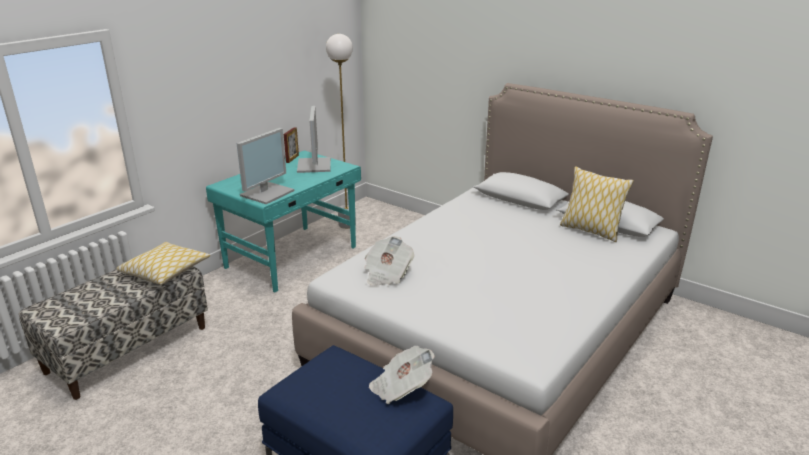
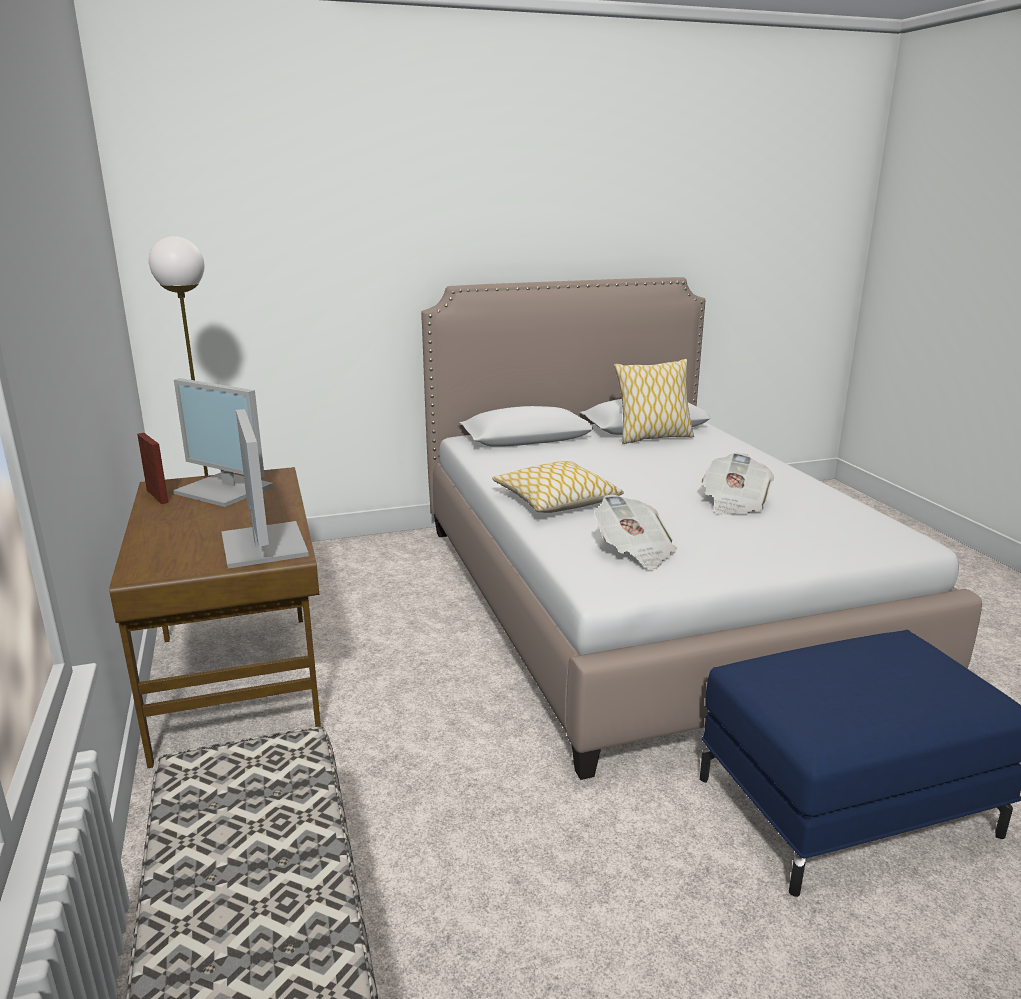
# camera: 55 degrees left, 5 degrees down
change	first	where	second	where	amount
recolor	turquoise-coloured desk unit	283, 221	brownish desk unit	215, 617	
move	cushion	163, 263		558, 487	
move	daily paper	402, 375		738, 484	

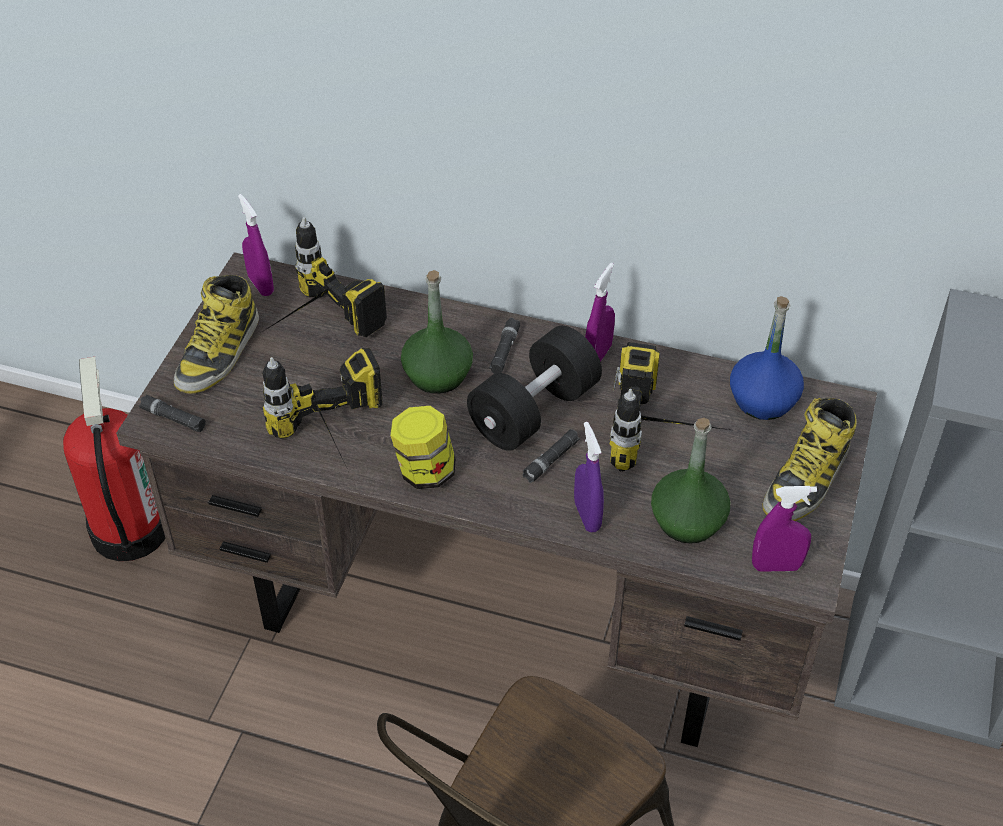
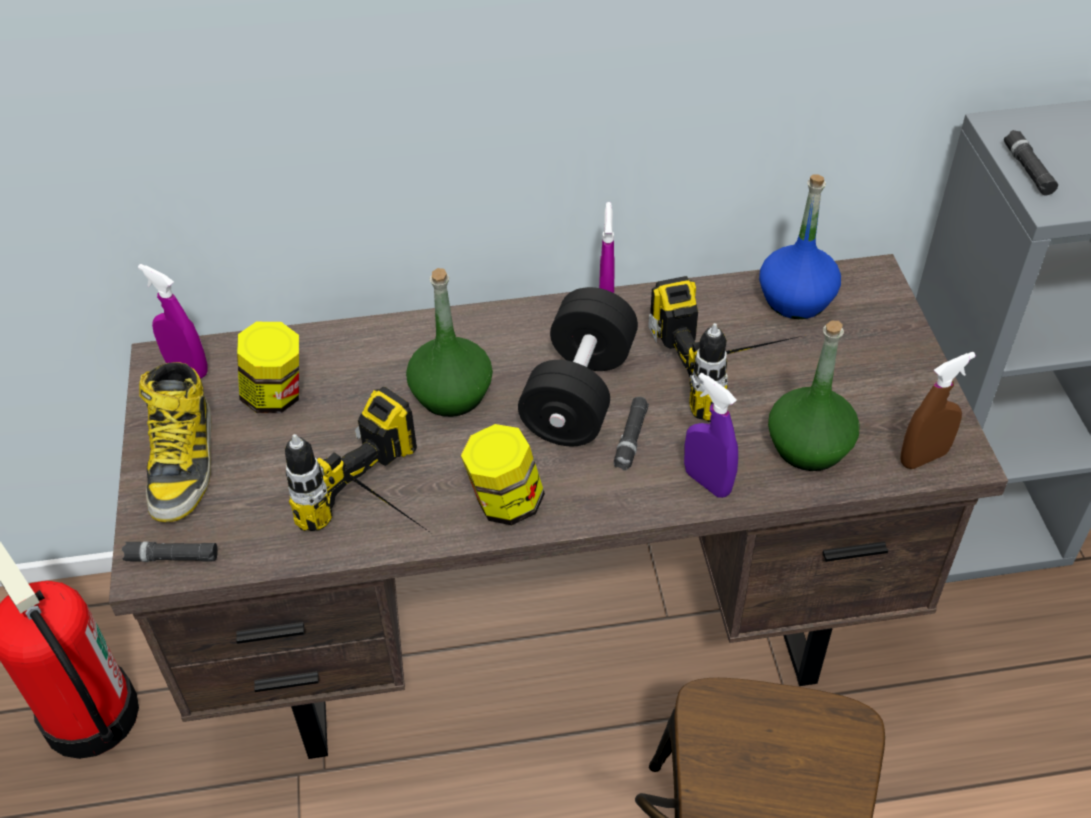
# camera: 25 degrees left, 0 degrees up
change	first	where	second	where	amount
replace	electric drill	323, 277	jar	268, 367	
move	black-coloured torch	504, 346		1031, 163	
delete	boot	809, 459			
recolor	purple-coloured sprayer	784, 529	brownish sprayer	938, 410	

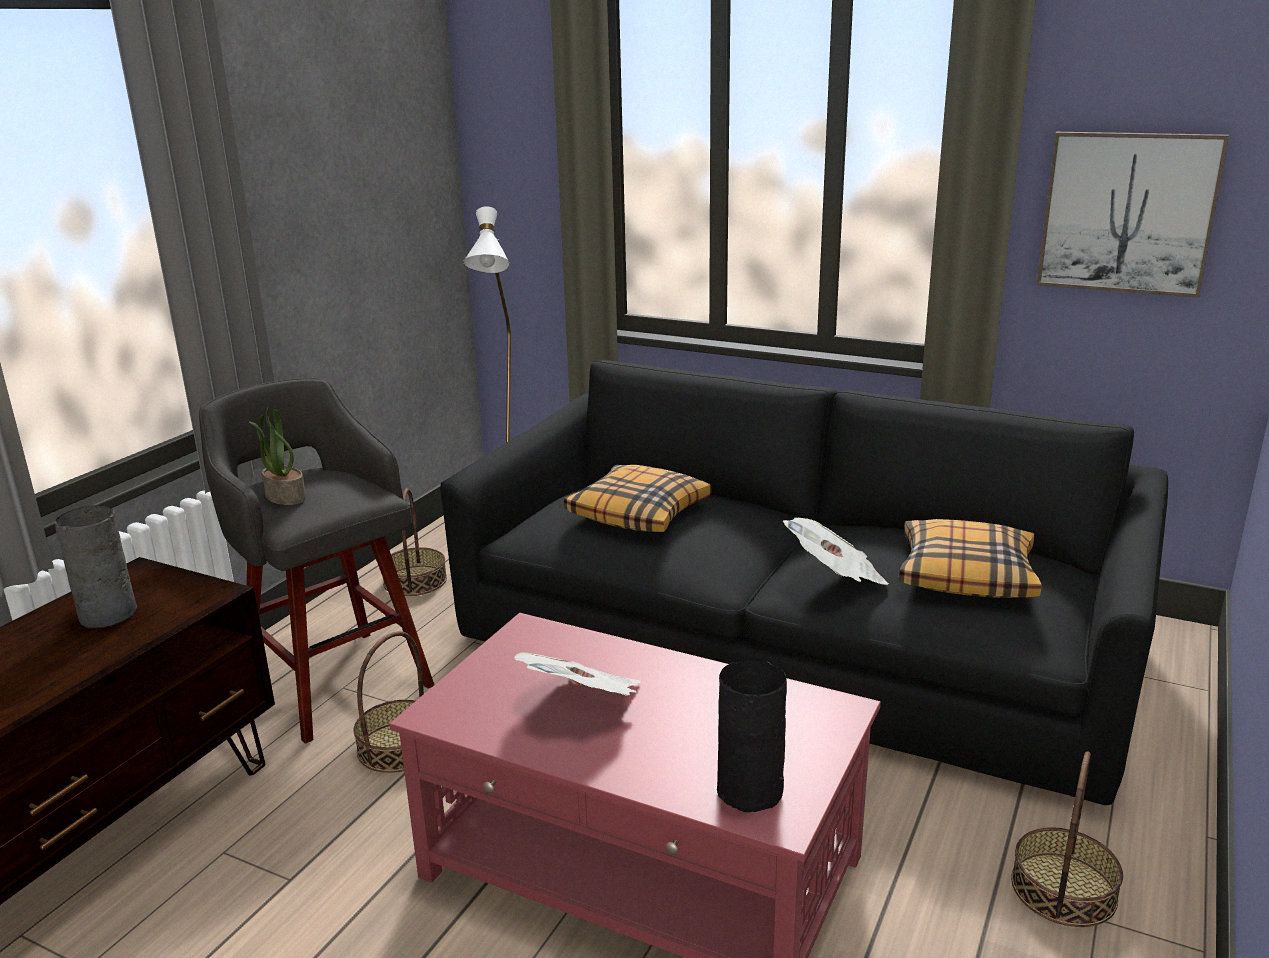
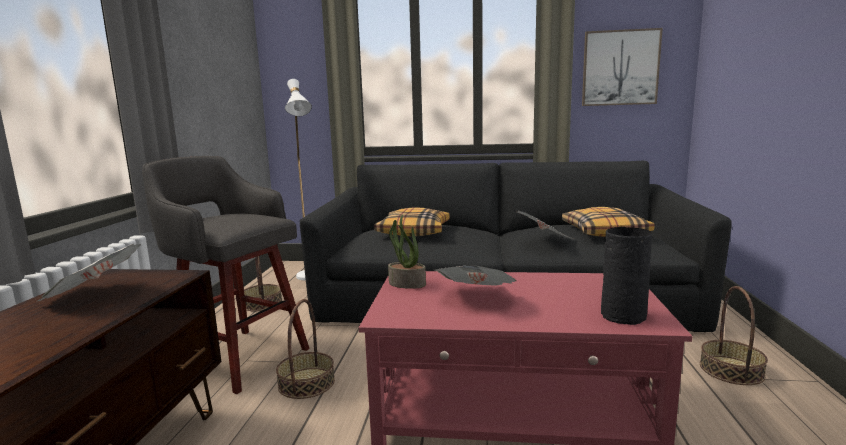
# camera: 20 degrees left, 10 degrees down
change	first	where	second	where	amount
move	houseplant	277, 455		407, 251	
replace	greyish flower vase	96, 566	daily paper	89, 272	

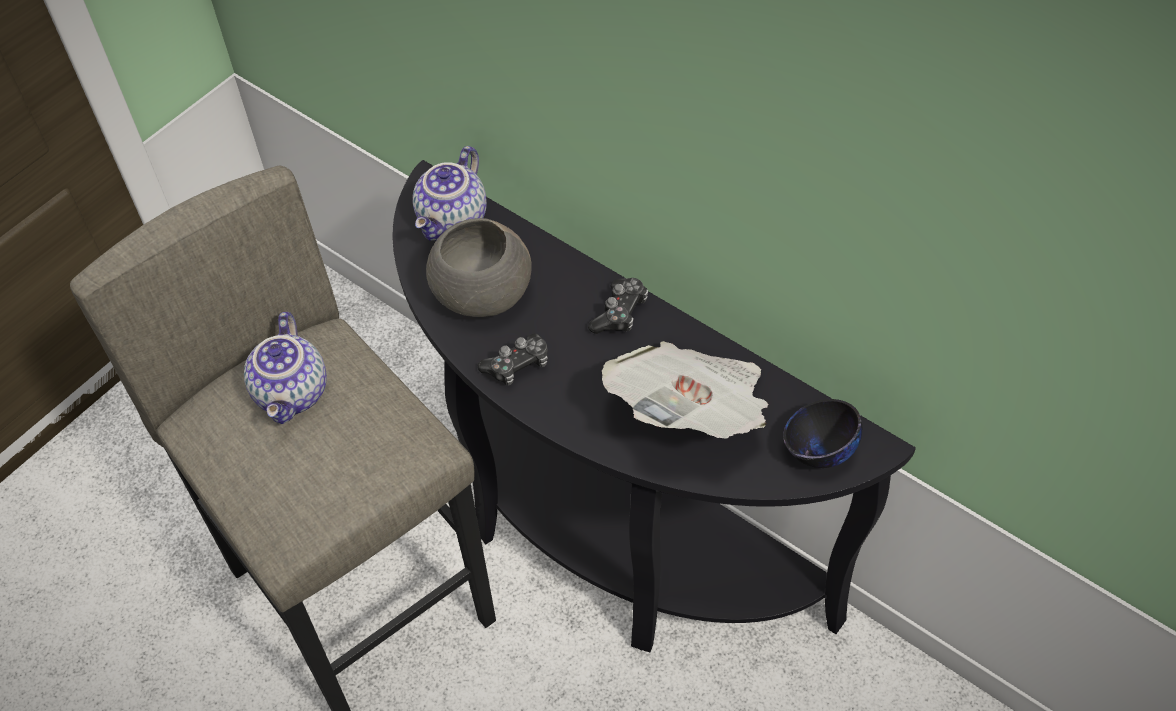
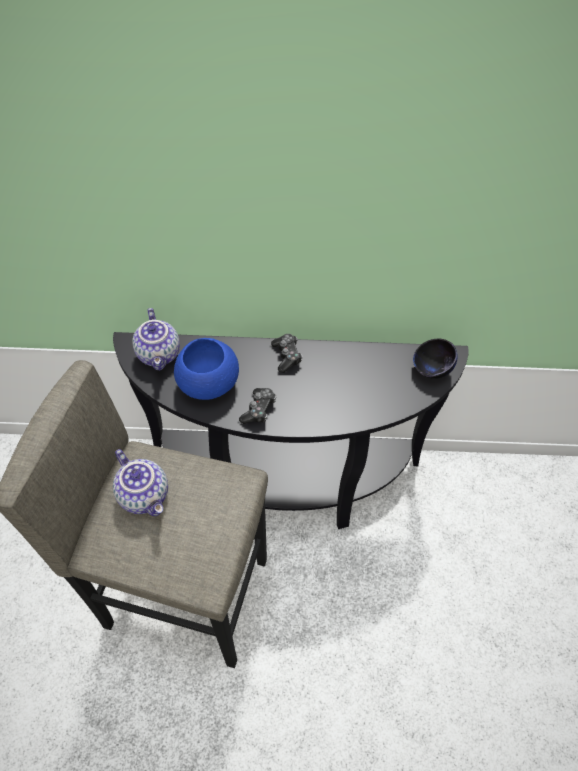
# camera: 40 degrees left, 0 degrees up
change	first	where	second	where	amount
recolor	greyish deep dish	479, 267	blue deep dish	206, 369	
delete	daily paper	685, 389			

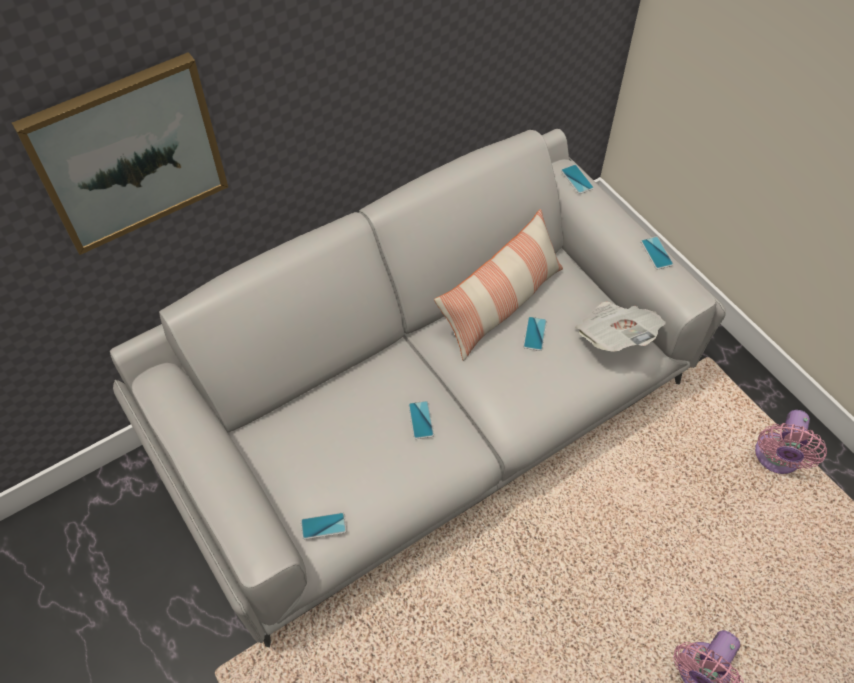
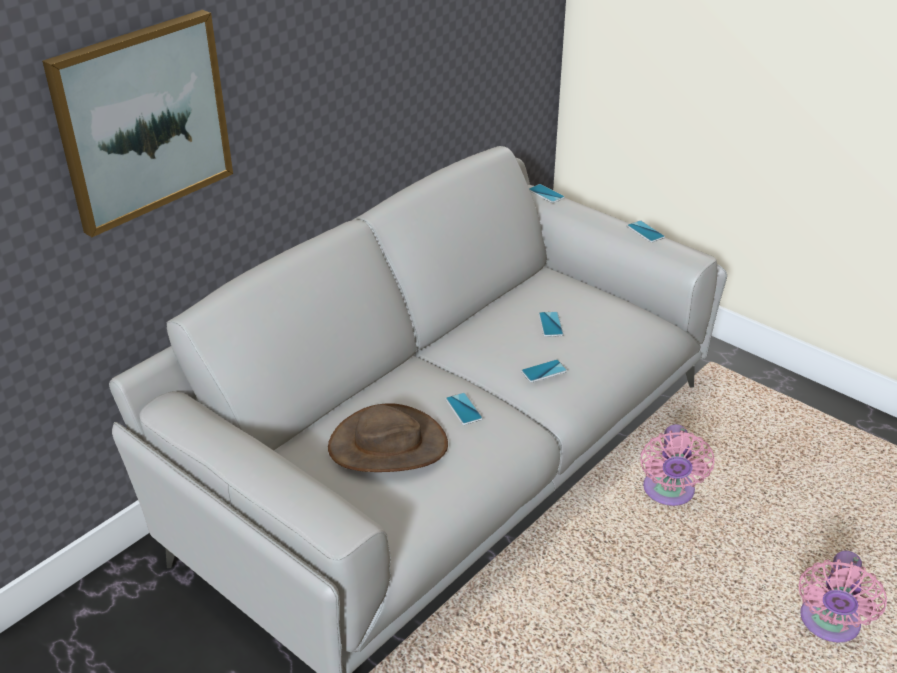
# camera: 15 degrees left, 20 degrees down
change	first	where	second	where	amount
delete	cushion	498, 285			
delete	daily paper	620, 326			
move	pink fan	791, 442		678, 465	
move	phone	324, 525		544, 371	
insert			brownish wearable hat	388, 437	

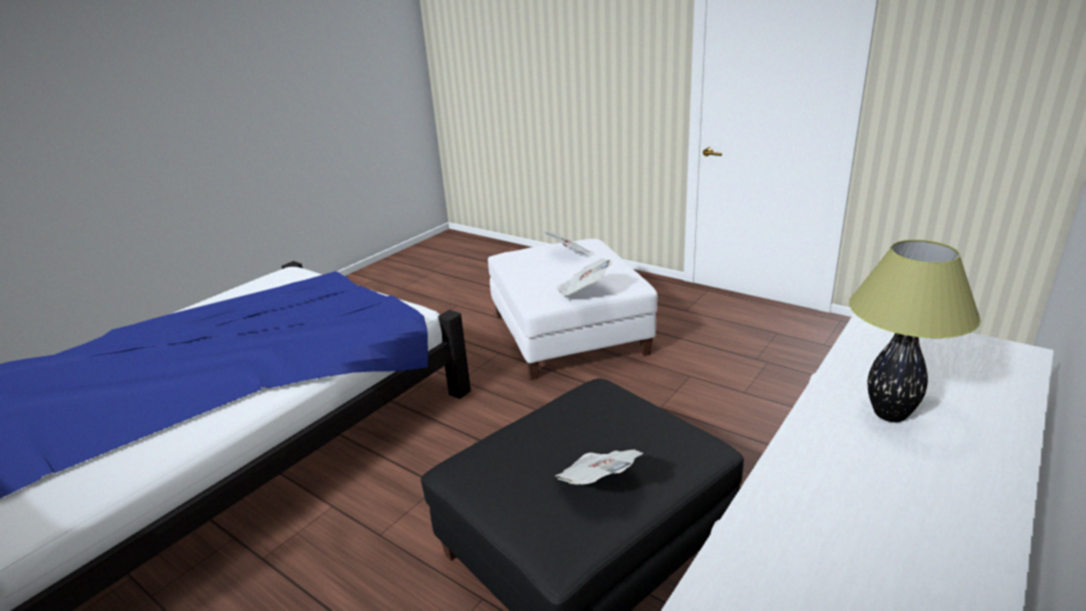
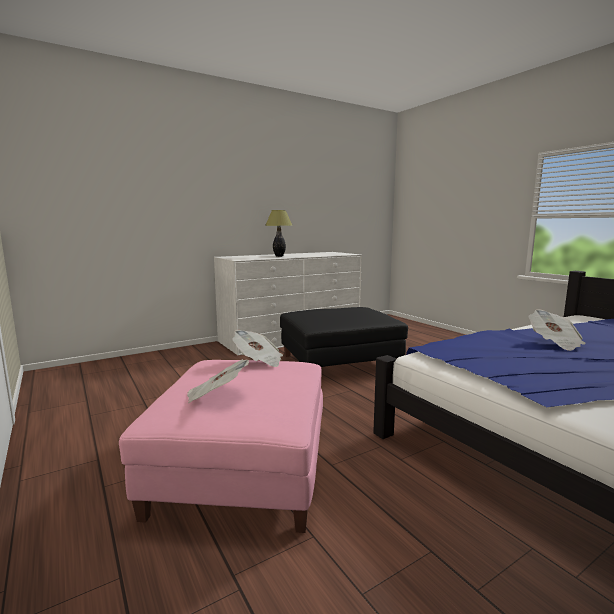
# camera: 160 degrees left, 15 degrees down
change	first	where	second	where	amount
recolor	whitish ottoman	573, 309	pink ottoman	221, 446	
move	daily paper	599, 467		557, 330	

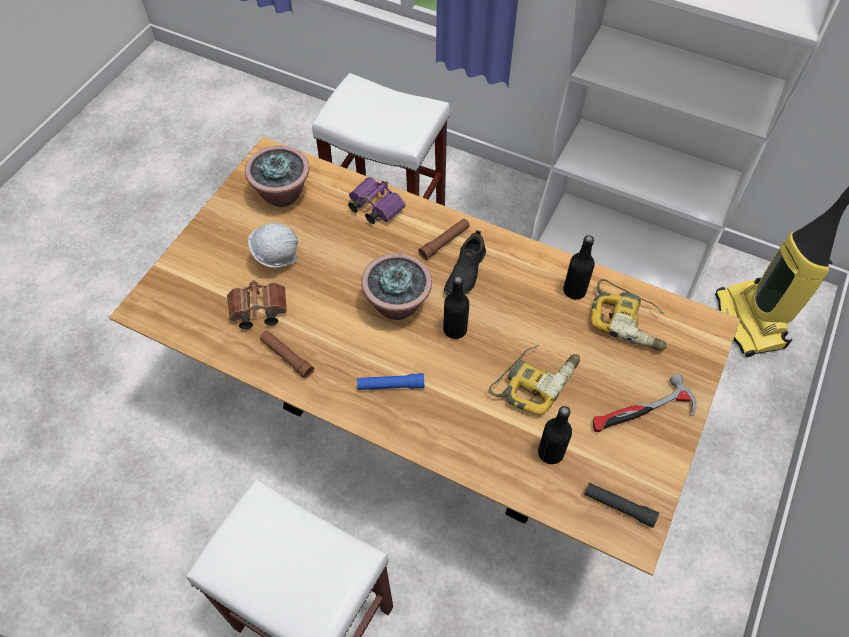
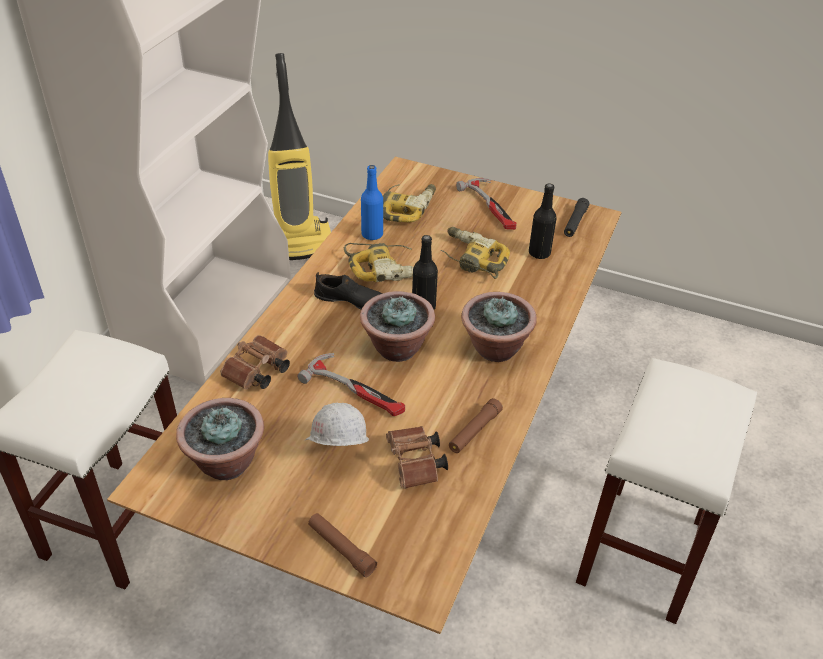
# camera: 95 degrees left, 15 degrees down
change	first	where	second	where	amount
recolor	purple-coloured field glasses	376, 200	brownish field glasses	255, 362	
move	brownish torch	444, 239		342, 545	
recolor	black-coloured beverage bottle	579, 267	blue beverage bottle	372, 202	
replace	blue torch	390, 381	houseplant	499, 327	
insert			electric drill	379, 262	
insert			hammer	351, 384	

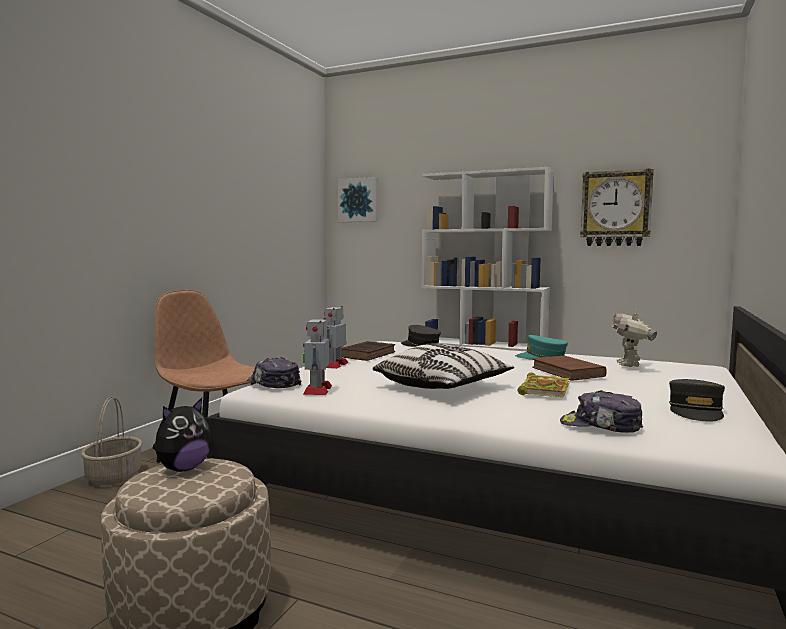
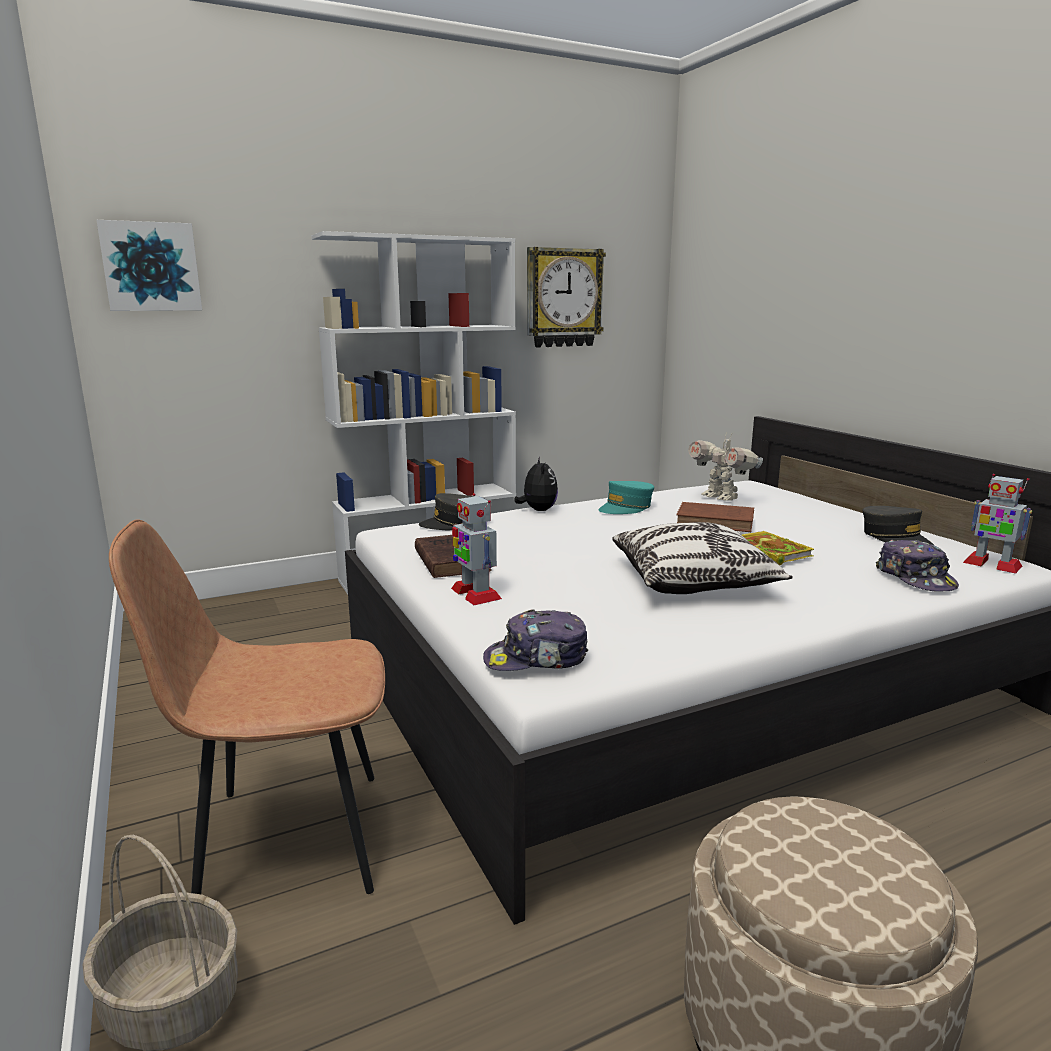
# camera: 50 degrees left, 10 degrees up
change	first	where	second	where	amount
move	model robot	317, 356		997, 524	
rotate	cap	601, 411		917, 566	75 degrees counterclockwise
move	cuddly toy	182, 435		536, 484	

